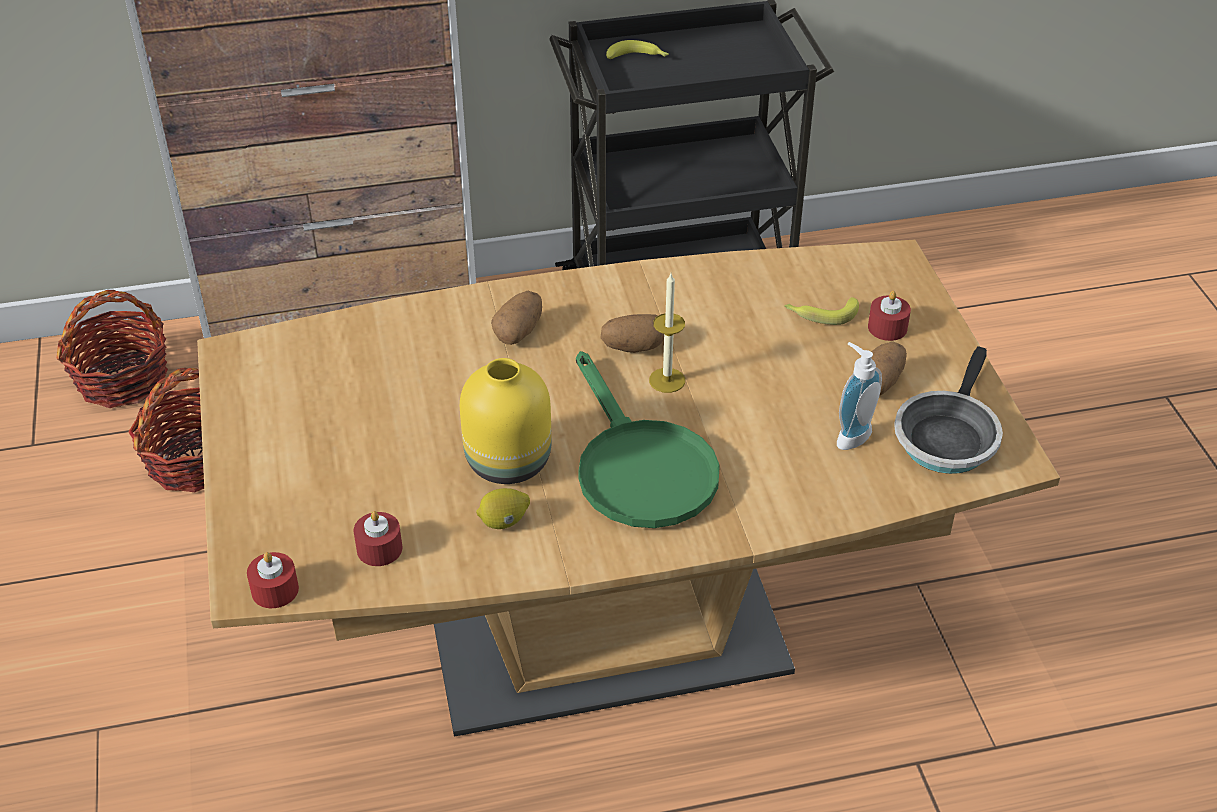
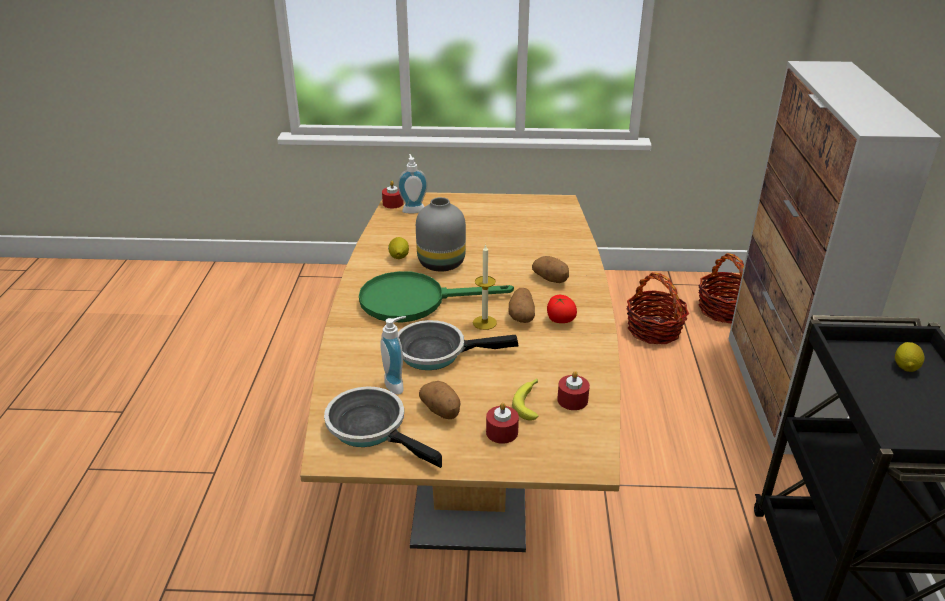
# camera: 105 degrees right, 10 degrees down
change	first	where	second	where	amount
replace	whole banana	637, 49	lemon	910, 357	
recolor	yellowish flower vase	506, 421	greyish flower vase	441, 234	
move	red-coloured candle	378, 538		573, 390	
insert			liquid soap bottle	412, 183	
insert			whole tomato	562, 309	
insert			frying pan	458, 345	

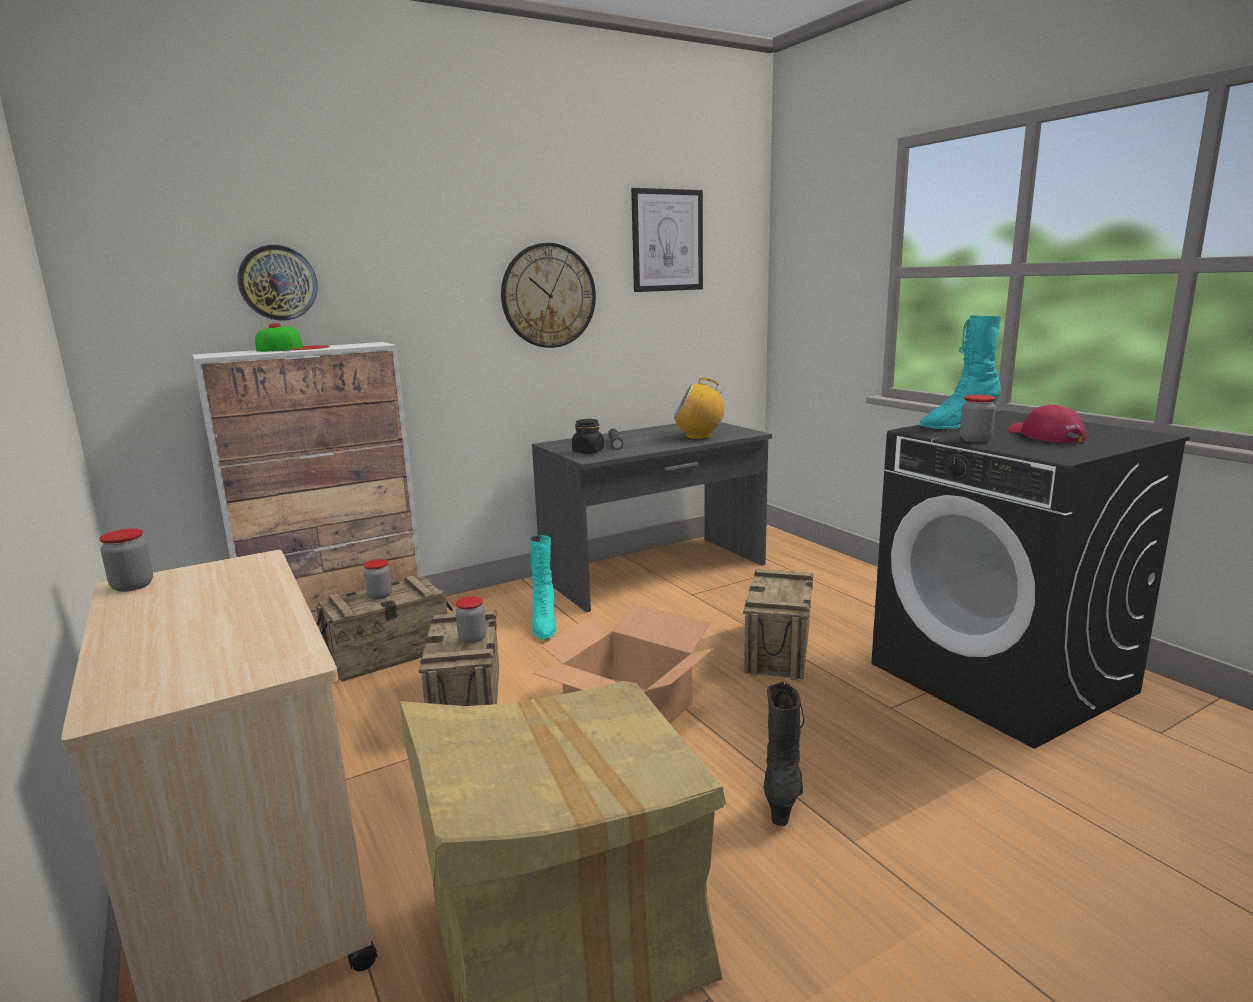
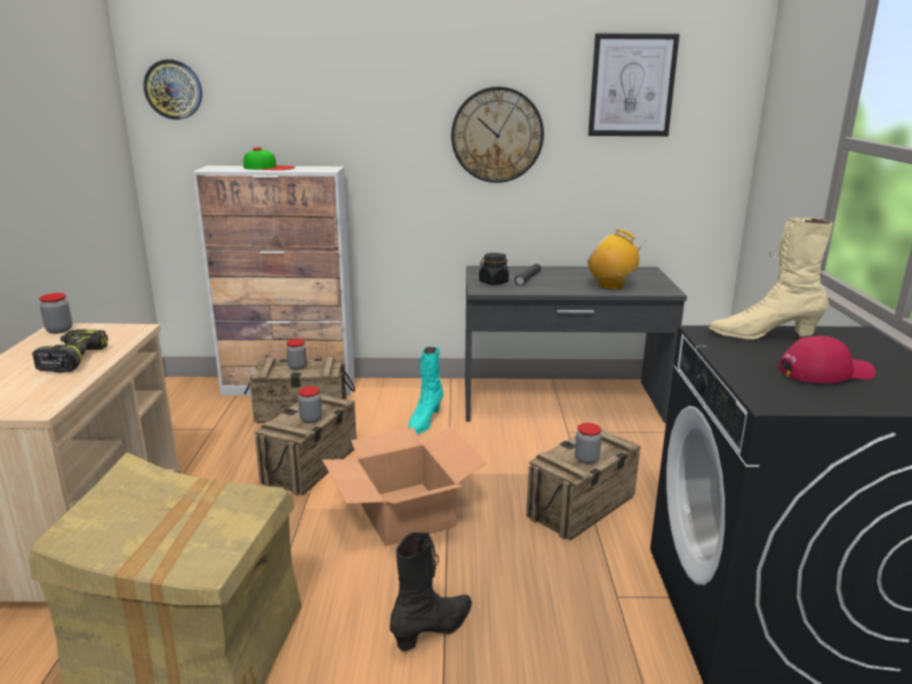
# camera: 30 degrees right, 5 degrees up
change	first	where	second	where	amount
move	wall clock	277, 283		172, 89	
recolor	turquoise-coloured boot	959, 372	beige boot	771, 278	
move	jar	978, 419		588, 443	
rotate	red-coloured cap	1047, 424		826, 359	60 degrees clockwise
insert			electric drill	70, 351	

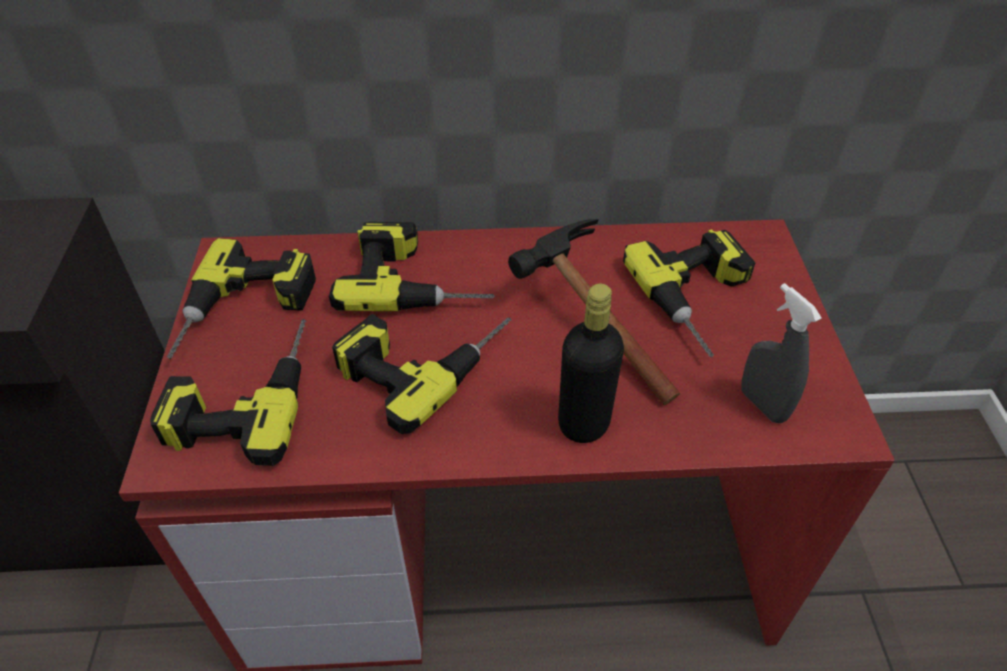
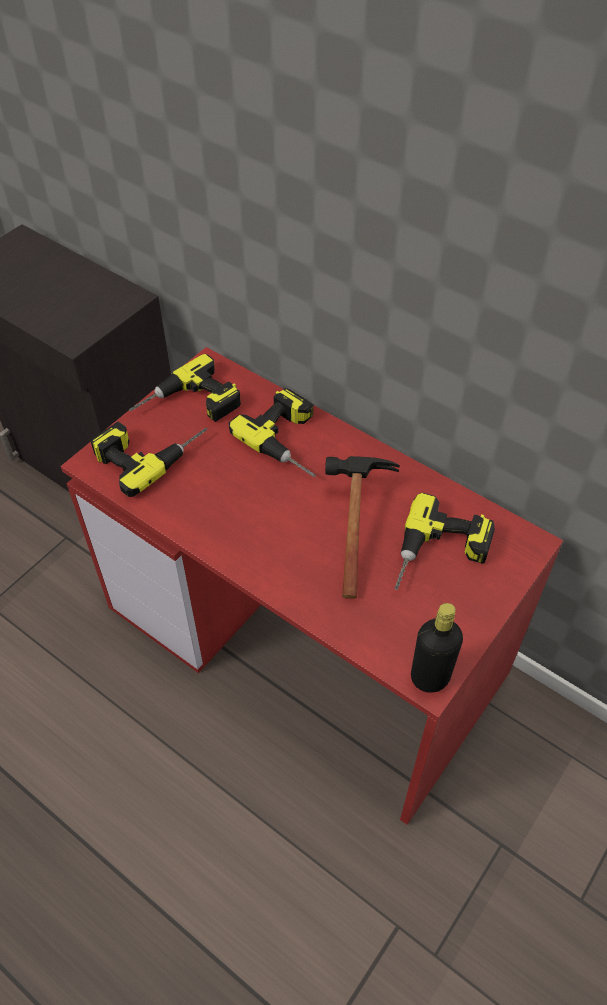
# camera: 40 degrees right, 5 degrees up
change	first	where	second	where	amount
delete	greyish sprayer	781, 353			
move	black-coloured beverage bottle	591, 363		437, 648	
delete	electric drill	421, 374			

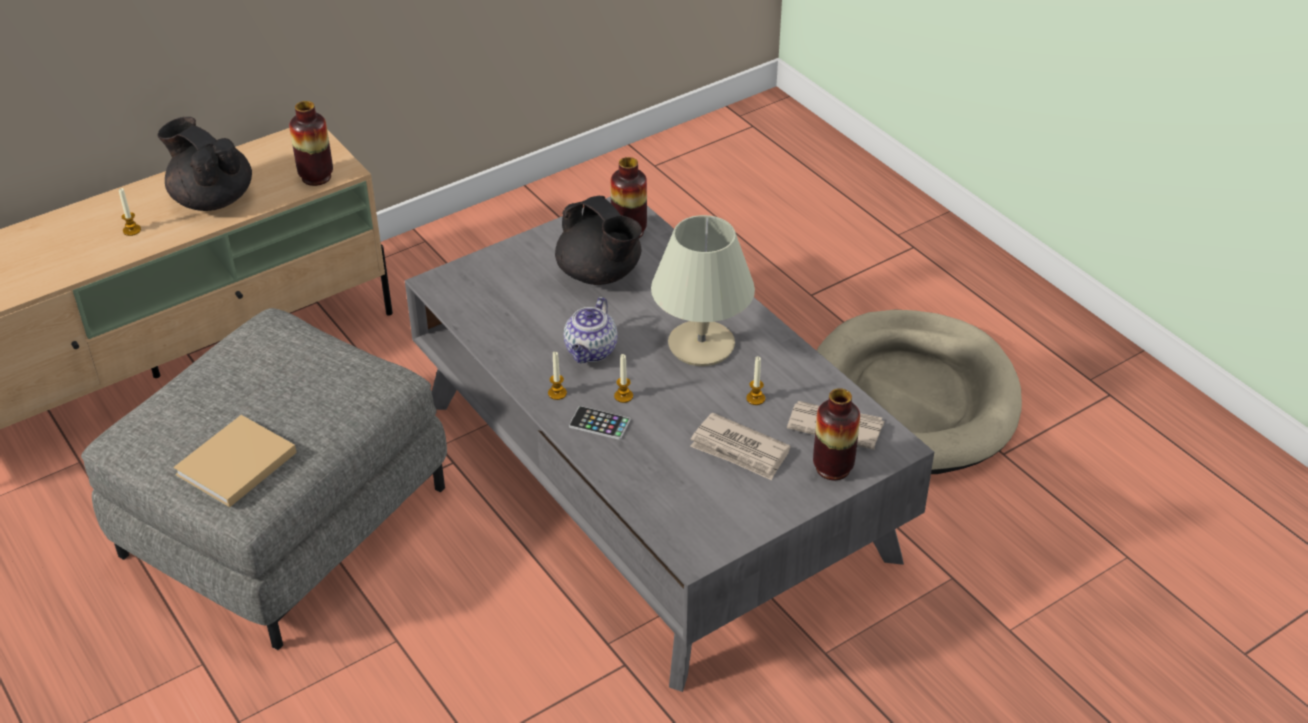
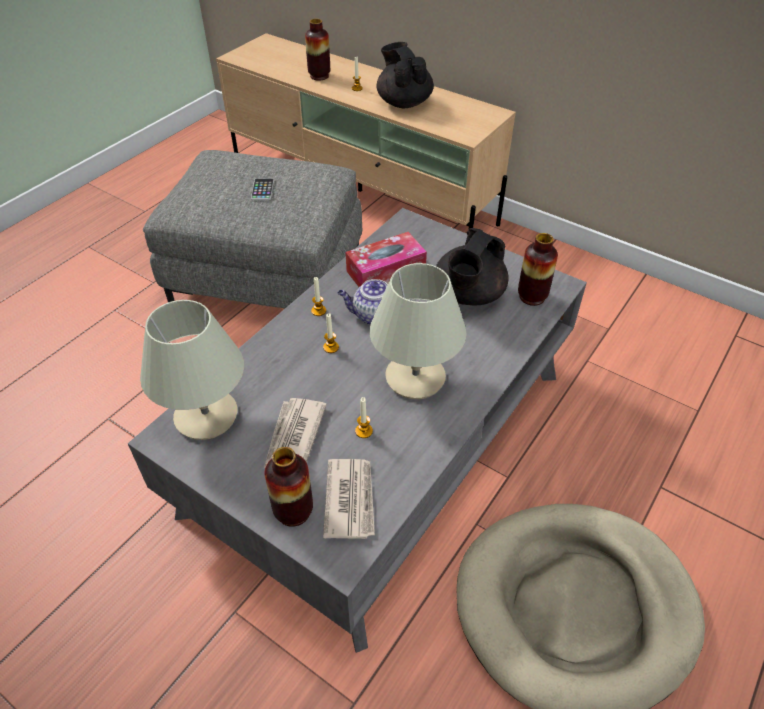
# camera: 70 degrees right, 5 degrees up
change	first	where	second	where	amount
move	flower vase	311, 143		317, 50	
rotate	black-coloured pot for tea	204, 164		405, 75	45 degrees counterclockwise
move	phone	600, 423		262, 189	
delete	beige bound book	235, 461			
insert			tissue box	386, 259	
insert			beige table lamp	192, 370	

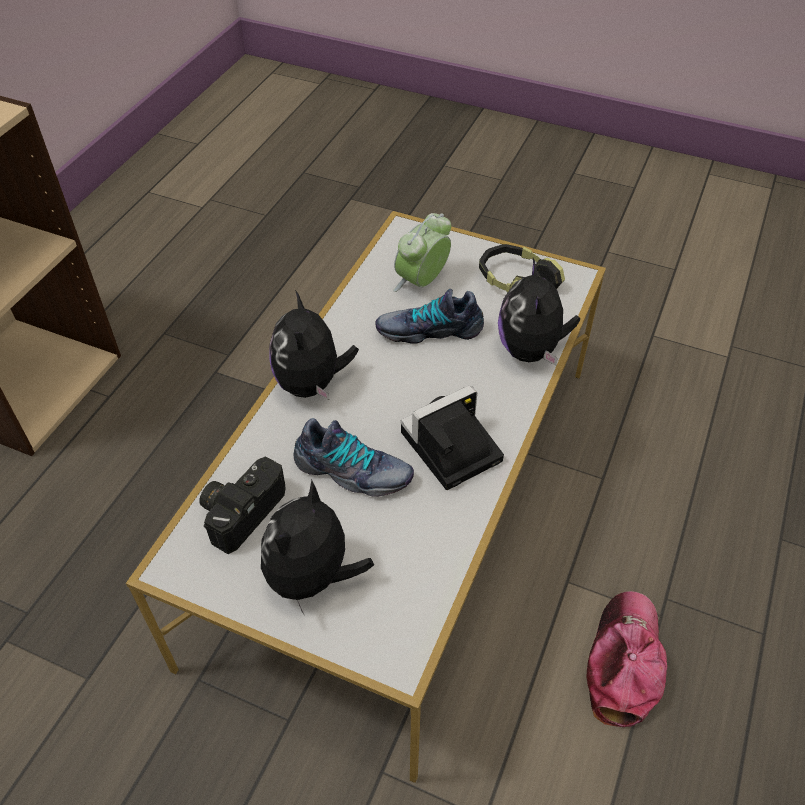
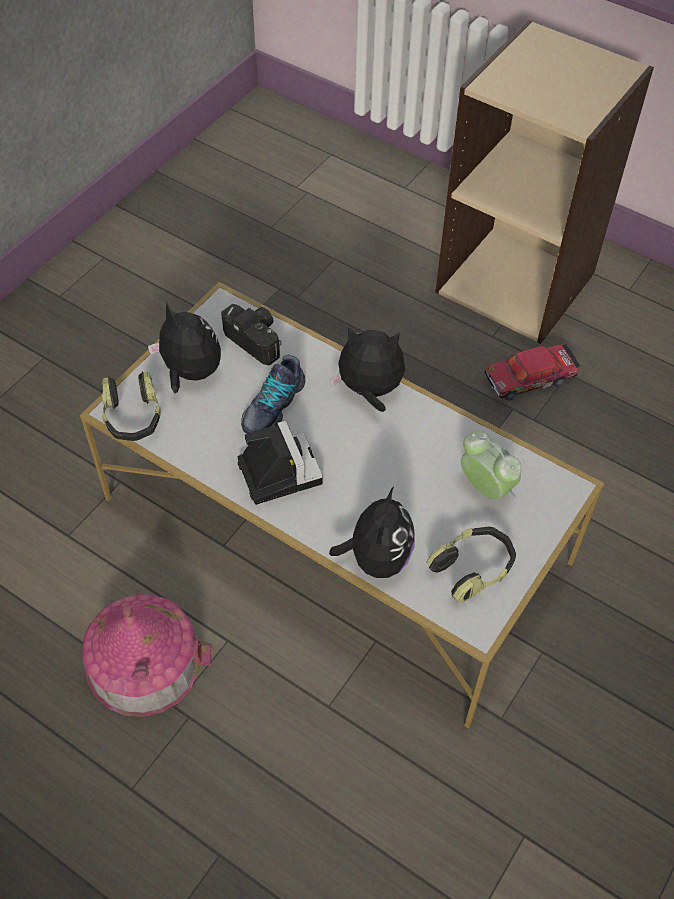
# camera: 100 degrees right, 5 degrees up
change	first	where	second	where	amount
rotate	cuddly toy	539, 312		372, 532	90 degrees clockwise
delete	item of footwear	429, 316			
replace	cap	627, 659	miniature house	146, 655	
insert			toy car	532, 372	
insert			pair of headphones	131, 406	

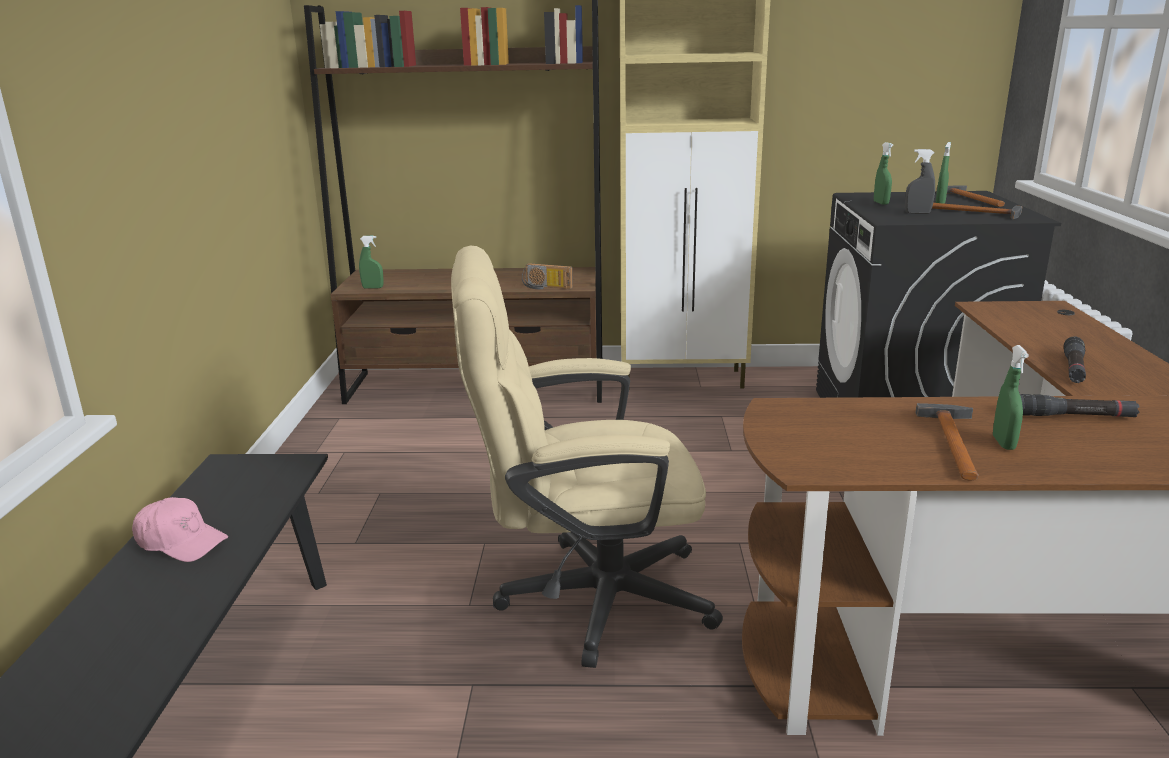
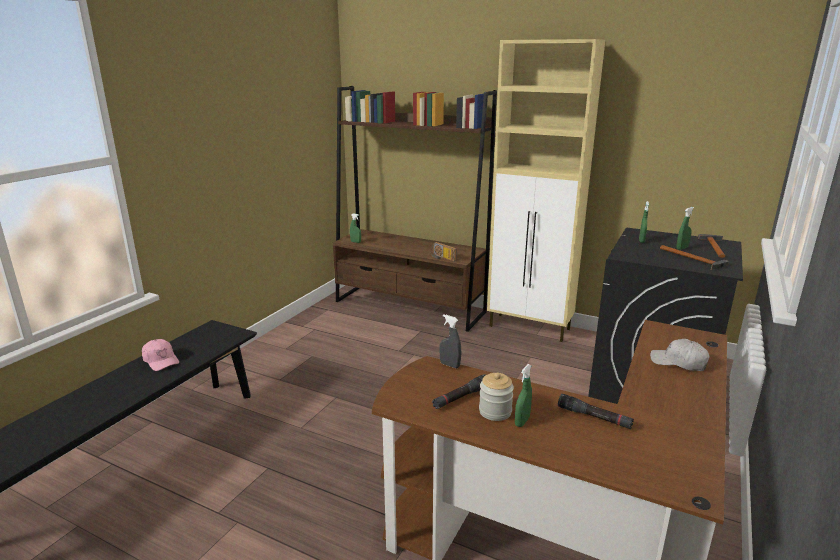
# camera: 25 degrees right, 0 degrees up
change	first	where	second	where	amount
move	greyish sprayer	920, 181		450, 341	
delete	beige desk chair	587, 457			
move	black-coloured torch	1075, 359		459, 391	
replace	hammer	947, 442	jar	496, 396	
insert			whitish cap	680, 355	

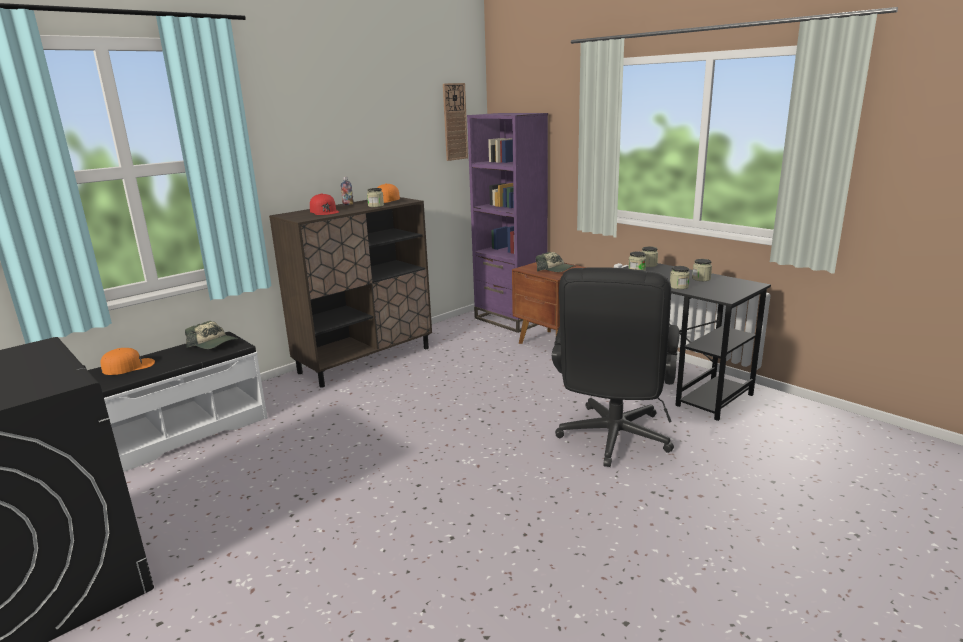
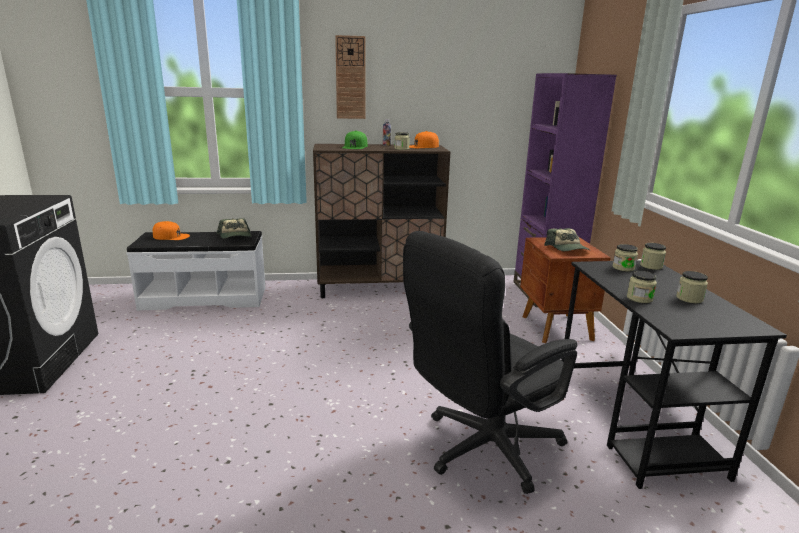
# camera: 35 degrees right, 0 degrees up
change	first	where	second	where	amount
move	wall clock	455, 122		350, 77	
recolor	red-coloured cap	324, 204	green cap	355, 139	

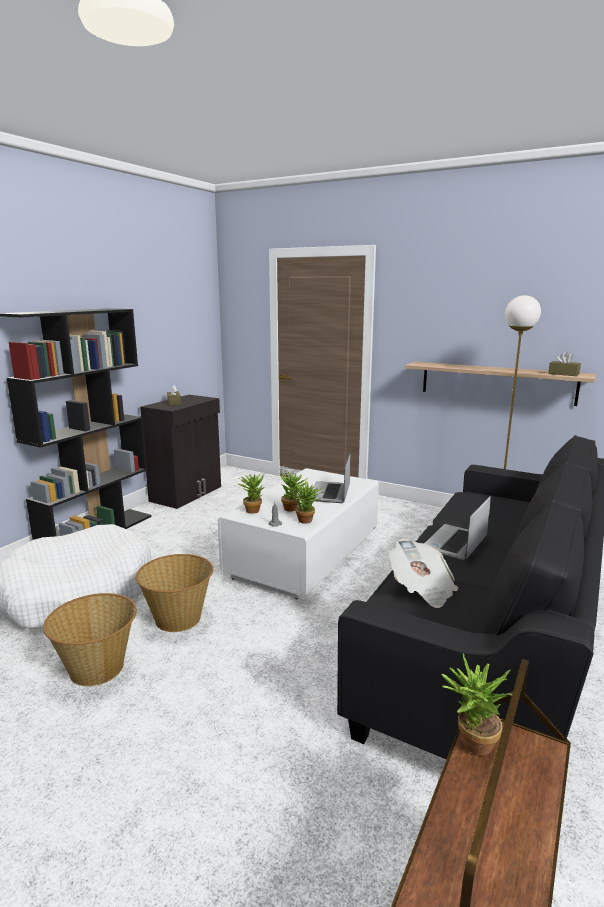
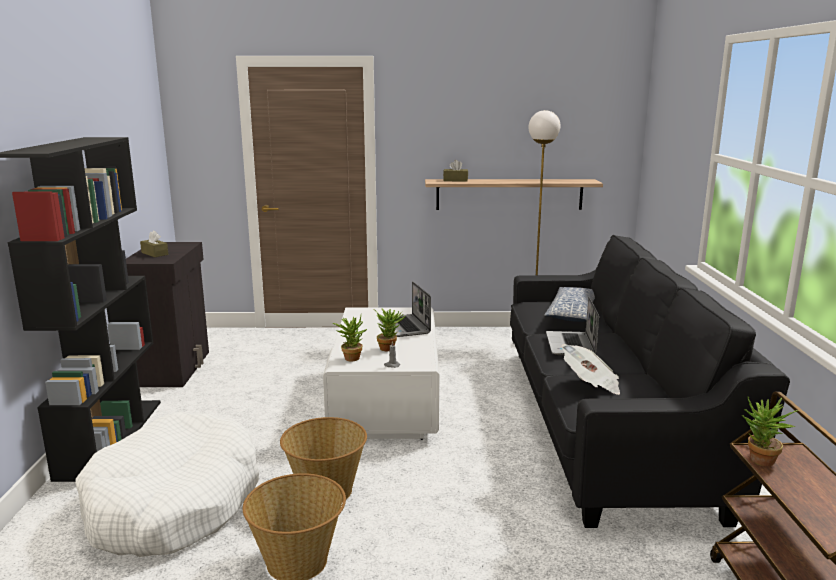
# camera: 30 degrees left, 0 degrees up
change	first	where	second	where	amount
move	brownish tissue box	564, 364		455, 171	
delete	houseplant	309, 502			
insert			cushion	569, 304	

